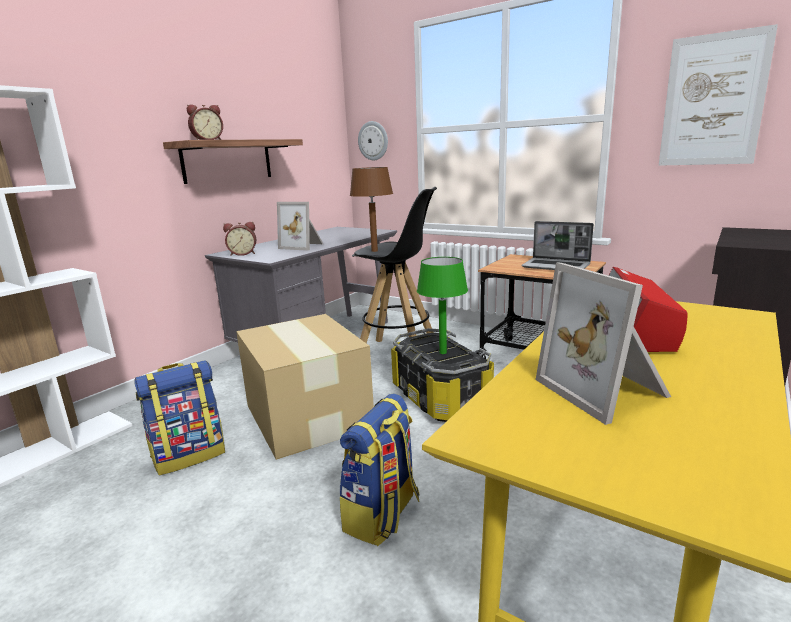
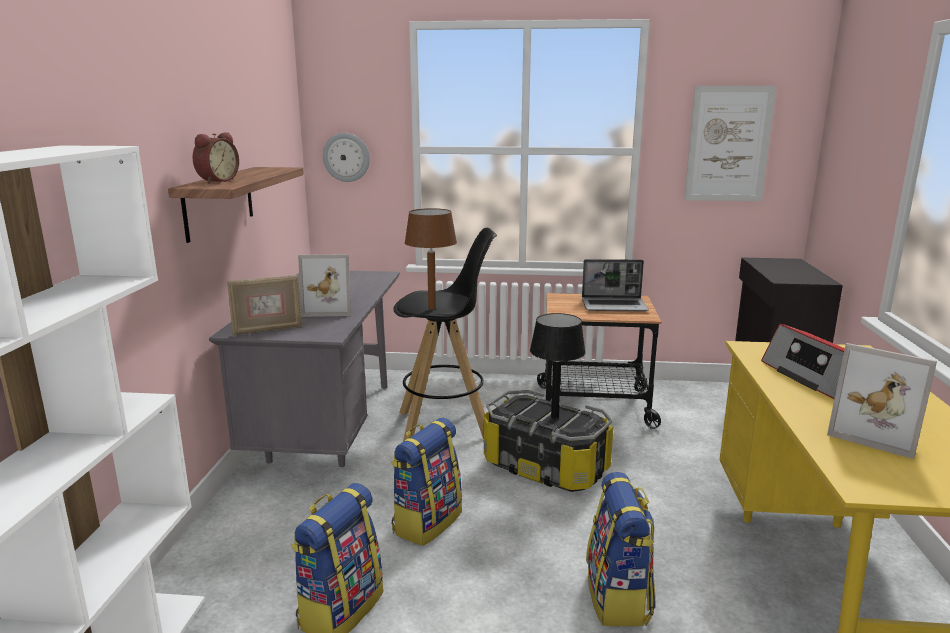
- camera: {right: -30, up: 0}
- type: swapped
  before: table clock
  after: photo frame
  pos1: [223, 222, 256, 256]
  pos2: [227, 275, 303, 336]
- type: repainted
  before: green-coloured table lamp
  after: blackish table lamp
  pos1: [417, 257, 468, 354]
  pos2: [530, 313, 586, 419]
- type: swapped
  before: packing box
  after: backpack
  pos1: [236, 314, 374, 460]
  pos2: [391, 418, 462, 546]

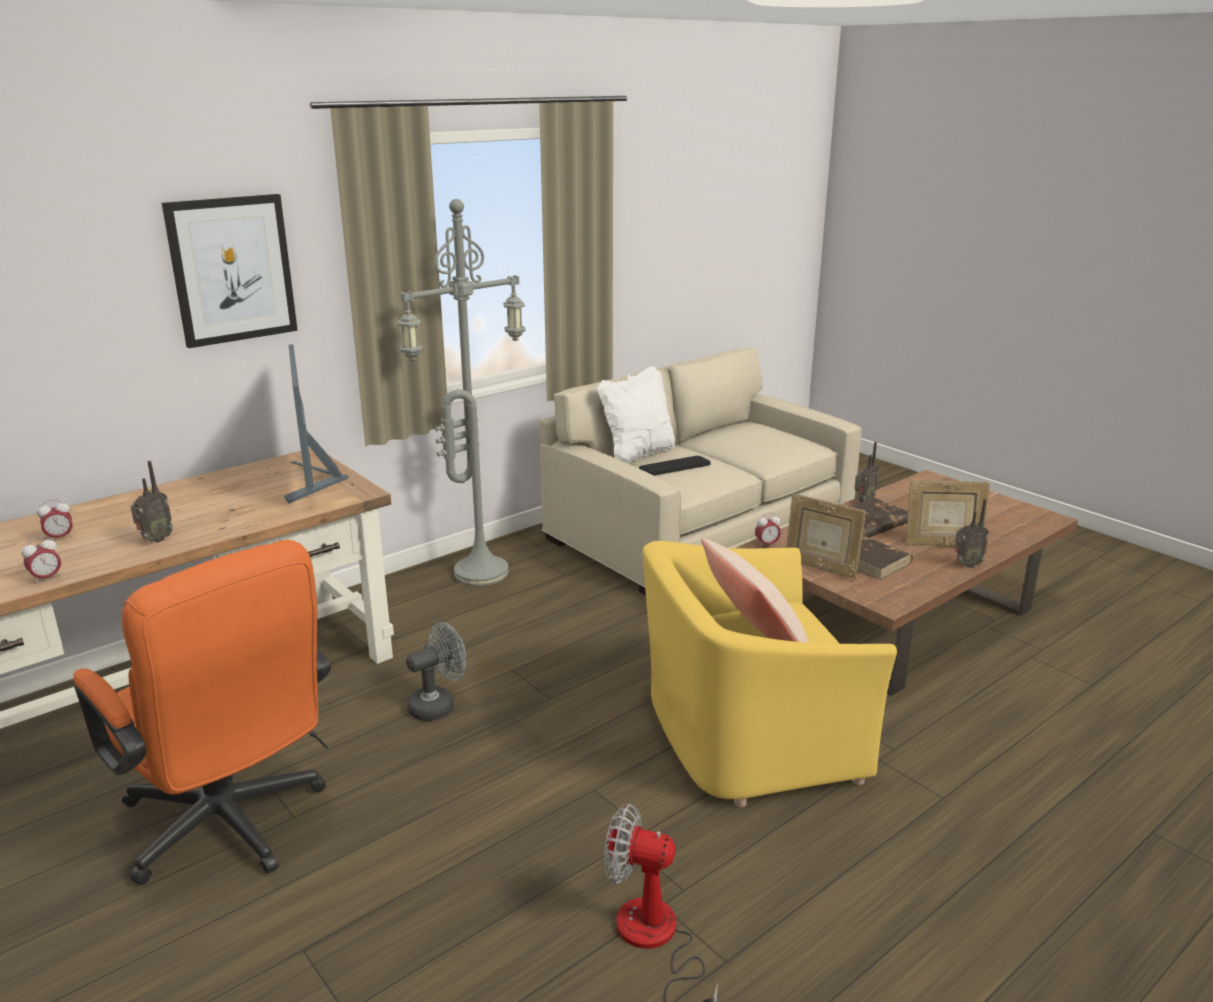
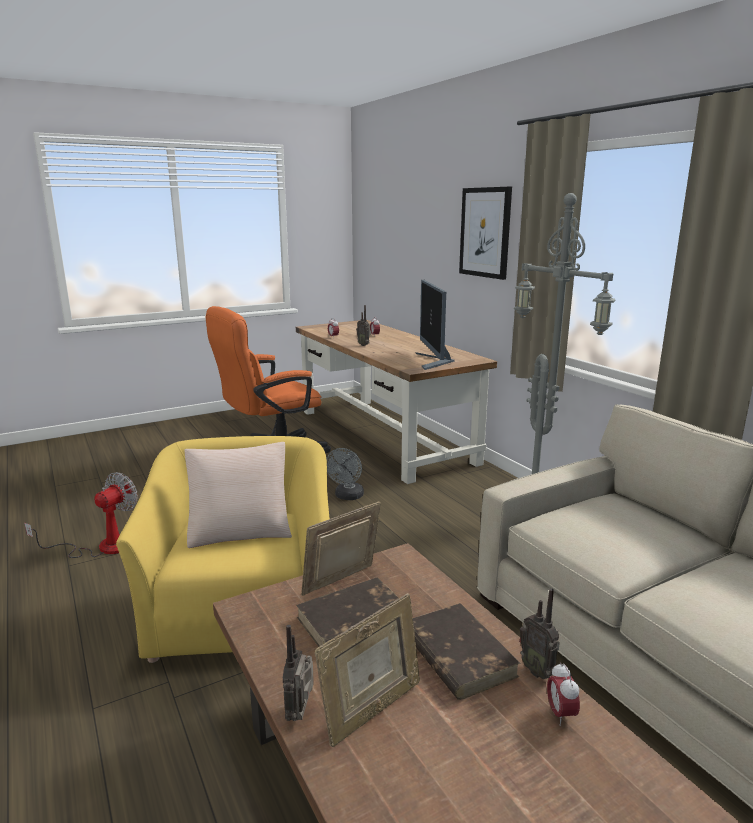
- camera: {right: 100, up: -5}
- type: rotated
  before: computer display
  pos1: [284, 344, 348, 503]
  pos2: [416, 280, 454, 370]
  turn: -90
- type: gone
  before: whitish pillow
  pos1: [598, 366, 675, 463]
- type: gone
  before: PC keyboard
  pos1: [639, 456, 711, 476]
- type: rotated
  before: photo frame
  pos1: [906, 480, 990, 547]
  pos2: [315, 593, 420, 747]
  turn: -150
- type: shifted
  before: table clock
  pos1: [755, 513, 781, 548]
  pos2: [547, 662, 580, 726]
- type: rotated
  before: gray fan
  pos1: [406, 622, 466, 721]
  pos2: [326, 448, 364, 500]
  turn: 45

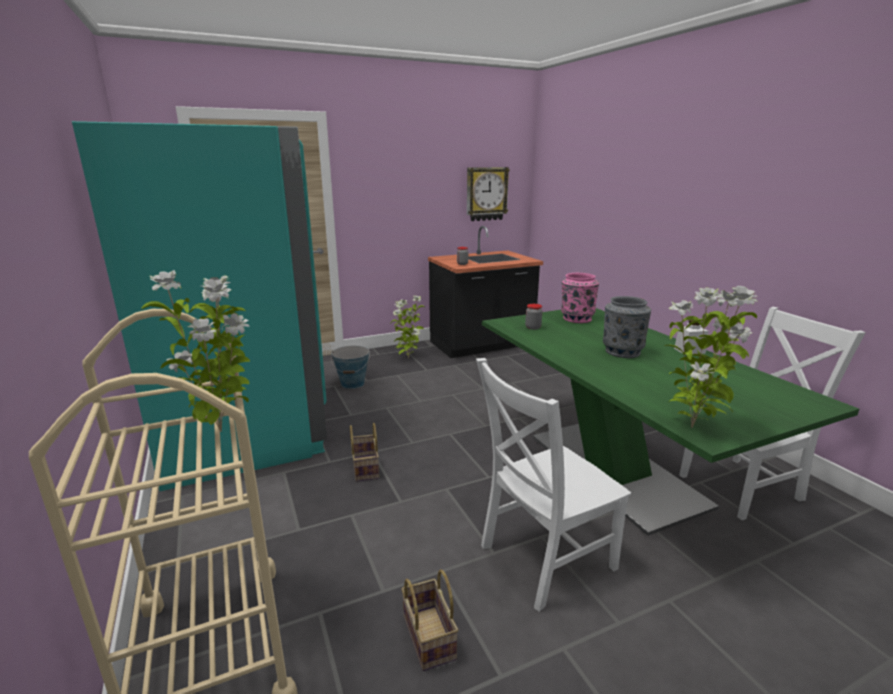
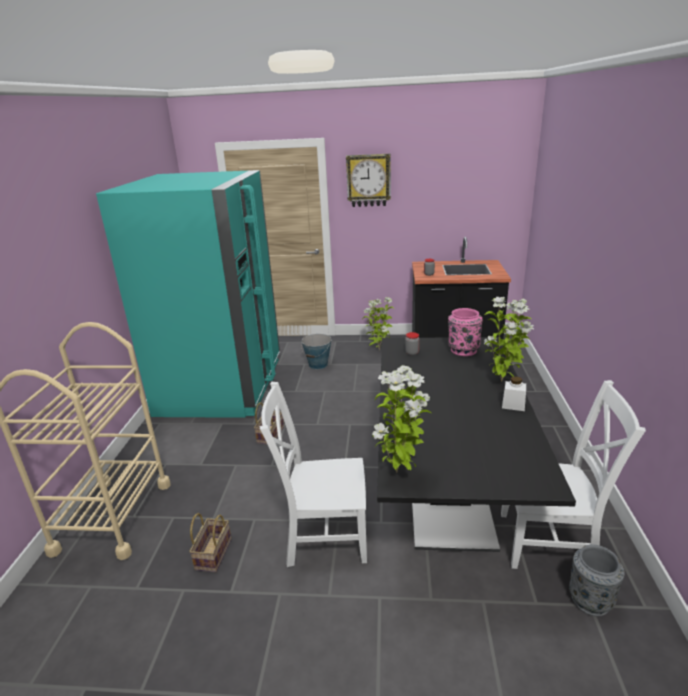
- camera: {right: 30, up: 5}
- type: shifted
  before: clock on the wall
  pos1: [467, 167, 510, 221]
  pos2: [346, 154, 391, 207]
- type: shifted
  before: plant in a pot
  pos1: [141, 270, 250, 432]
  pos2: [484, 297, 534, 382]
- type: shifted
  before: gray decorative vase
  pos1: [603, 296, 651, 358]
  pos2: [569, 544, 625, 616]
- type: repainted
  before: green-coloured dinner table
  after: blackish dinner table
  pos1: [482, 308, 859, 536]
  pos2: [377, 337, 576, 552]

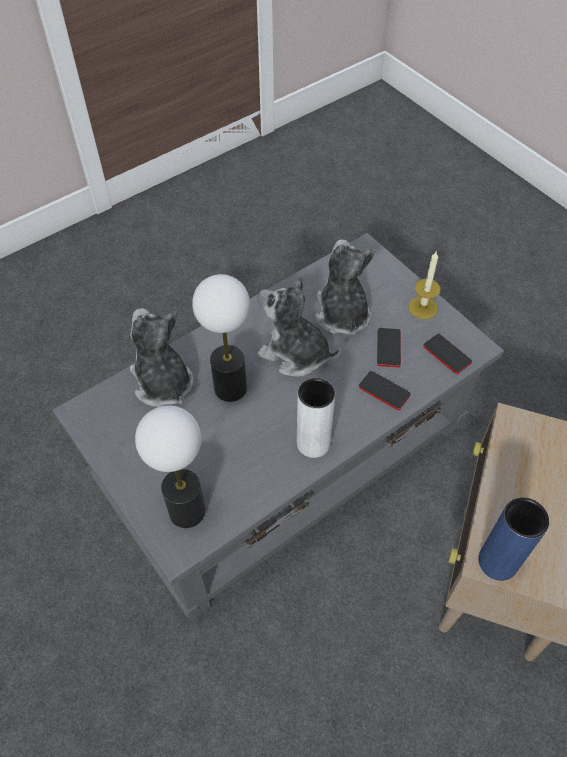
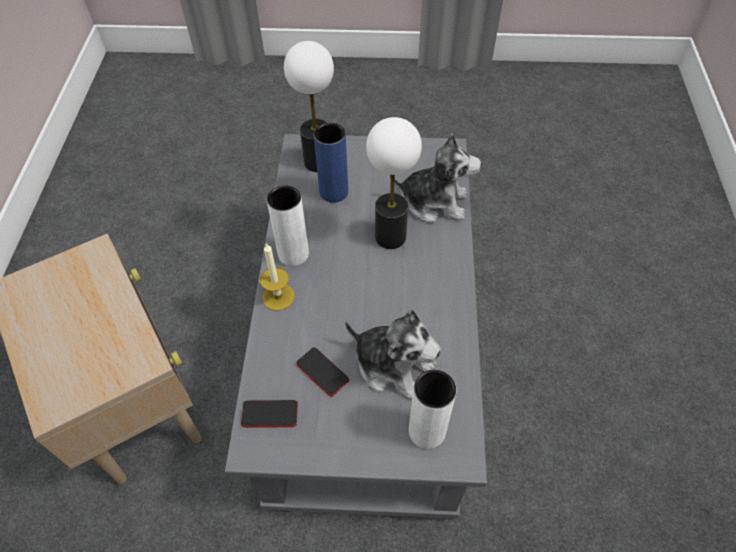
- camera: {right: 130, up: 0}
- type: shifted
  before: wax candle
  pos1: [408, 252, 441, 319]
  pos2: [260, 243, 295, 311]
- type: gone
  before: plush toy
  pos1: [257, 276, 341, 377]
- type: gone
  before: handset
  pos1: [359, 371, 411, 410]
- type: shifted
  before: blue-coloured decorative vase
  pos1: [478, 497, 549, 581]
  pos2: [314, 123, 348, 203]
- type: new
  after: whitish decorative vase
  pos2: [409, 370, 457, 449]

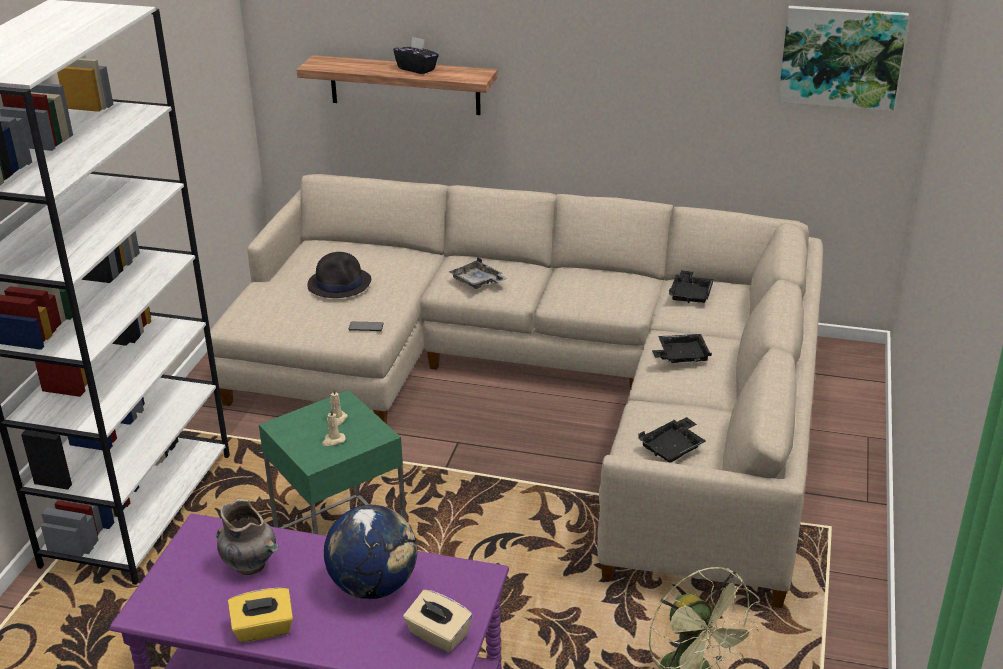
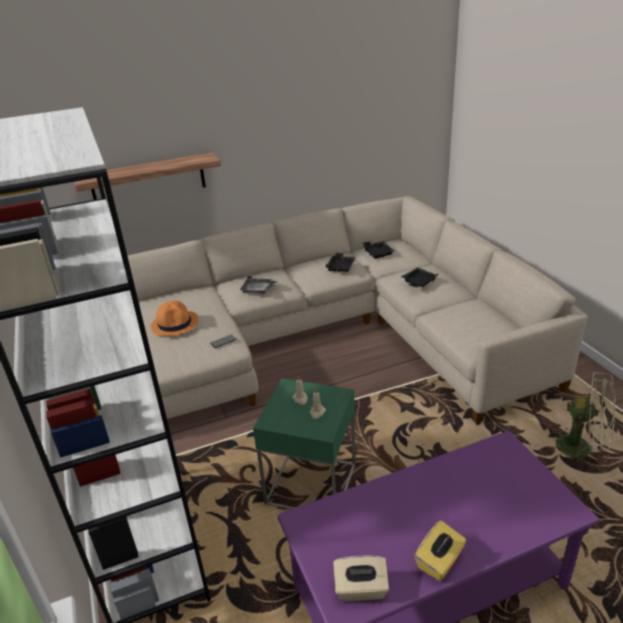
- camera: {right: -35, up: 0}
- type: gone
  before: wall art
  pos1: [778, 6, 909, 111]
- type: gone
  before: blackish tissue holder
  pos1: [393, 36, 439, 74]
- type: repainted
  before: blackish clothing hat
  after: orangey clothing hat
  pos1: [307, 252, 371, 298]
  pos2: [151, 301, 198, 336]
- type: shifted
  before: blackish carrying tray
  pos1: [638, 417, 706, 463]
  pos2: [325, 253, 356, 273]
- type: gone
  before: gray decorative vase
  pos1: [216, 499, 278, 575]
- type: gone
  before: world globe
  pos1: [324, 505, 417, 599]
- type: shifted
  before: sand-coloured tissue holder
  pos1: [403, 590, 473, 653]
  pos2: [333, 556, 389, 601]

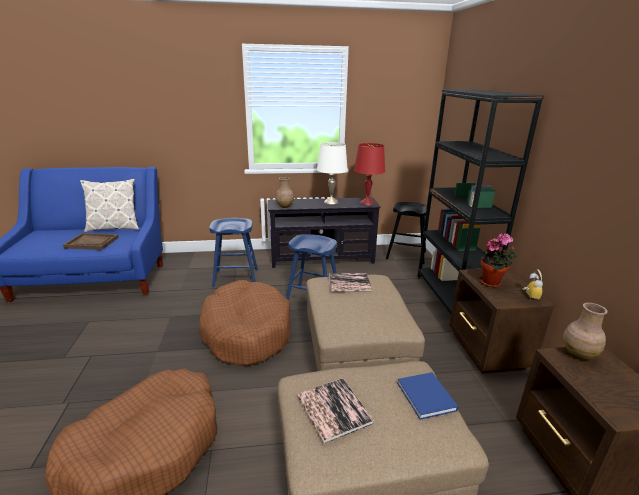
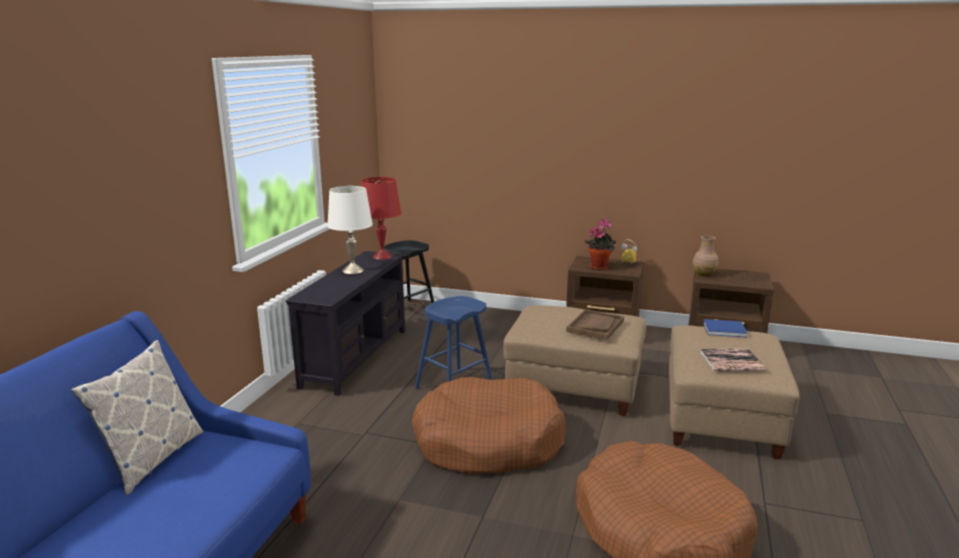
- camera: {right: -65, up: -5}
- type: gone
  before: blackish bookcase
  pos1: [417, 89, 544, 315]
- type: gone
  before: brown decorative vase
  pos1: [276, 177, 294, 208]
- type: gone
  before: blue-coloured sitting stool
  pos1: [209, 218, 258, 287]
- type: shifted
  before: brown carrying tray
  pos1: [63, 233, 119, 250]
  pos2: [566, 309, 624, 340]
- type: gone
  before: bound book
  pos1: [329, 273, 372, 292]

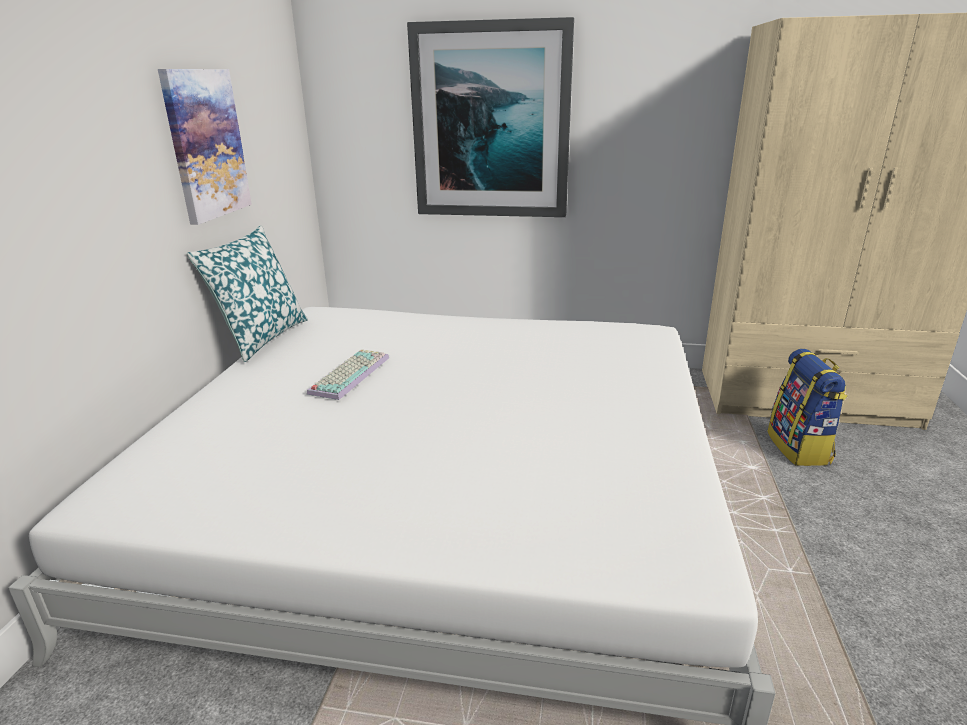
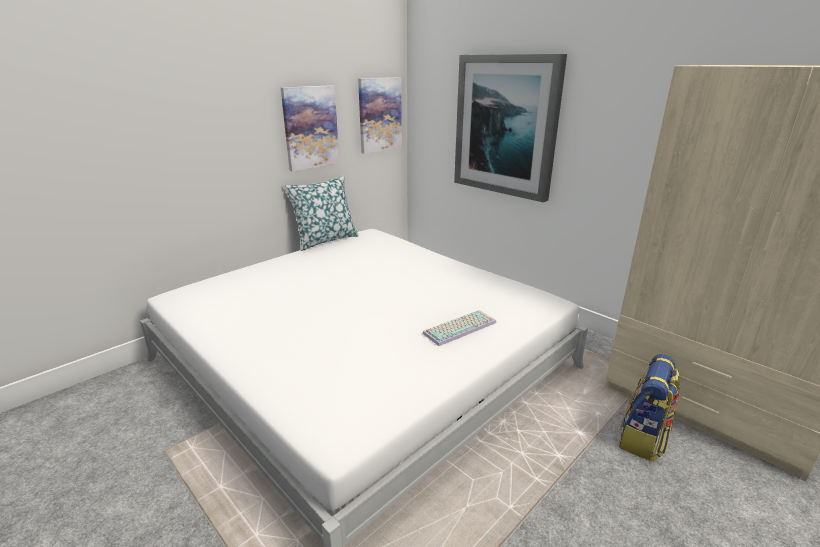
- camera: {right: 35, up: 0}
- type: shifted
  before: PC keyboard
  pos1: [307, 349, 389, 400]
  pos2: [423, 310, 496, 346]
- type: new
  after: wall art
  pos2: [358, 77, 402, 154]

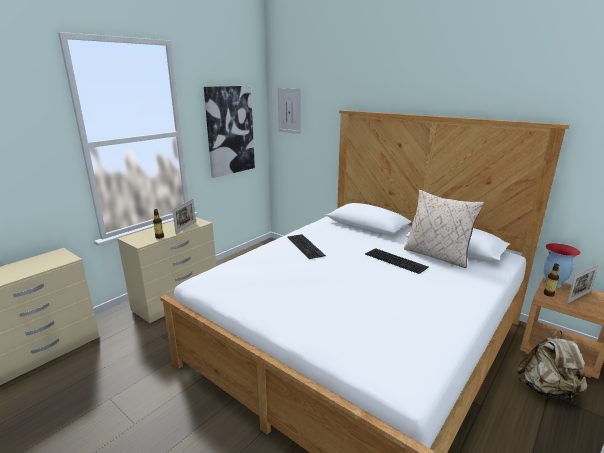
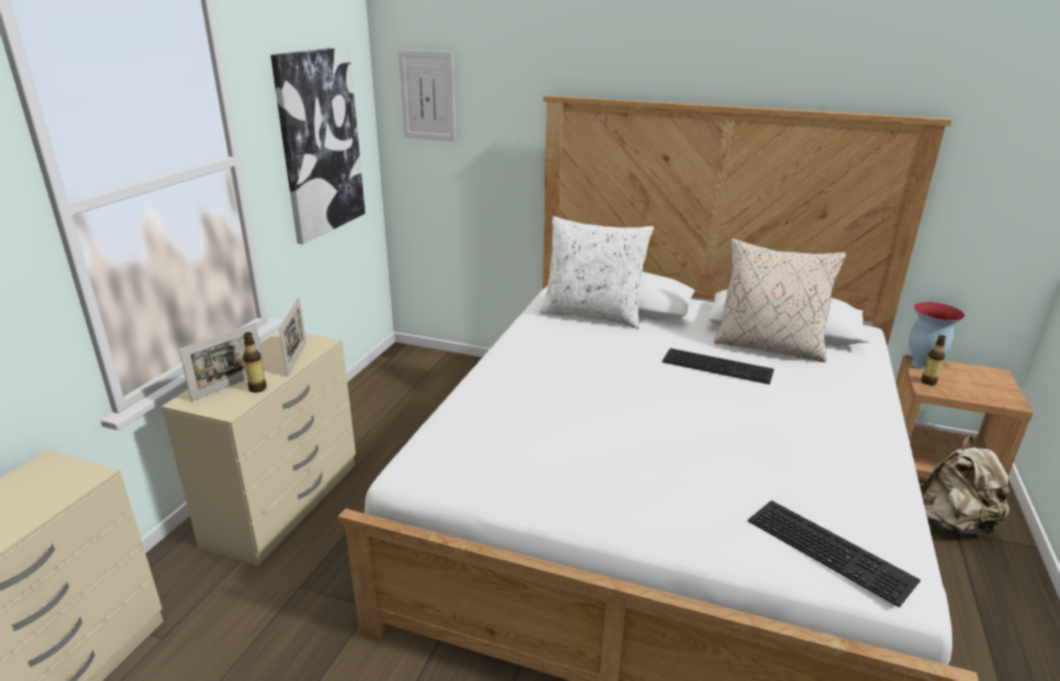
- camera: {right: -20, up: 5}
- type: shifted
  before: PC keyboard
  pos1: [287, 234, 326, 259]
  pos2: [748, 500, 920, 608]
- type: shifted
  before: photo frame
  pos1: [567, 264, 599, 303]
  pos2: [179, 323, 265, 401]
- type: new
  after: whitish pillow
  pos2: [540, 216, 654, 329]

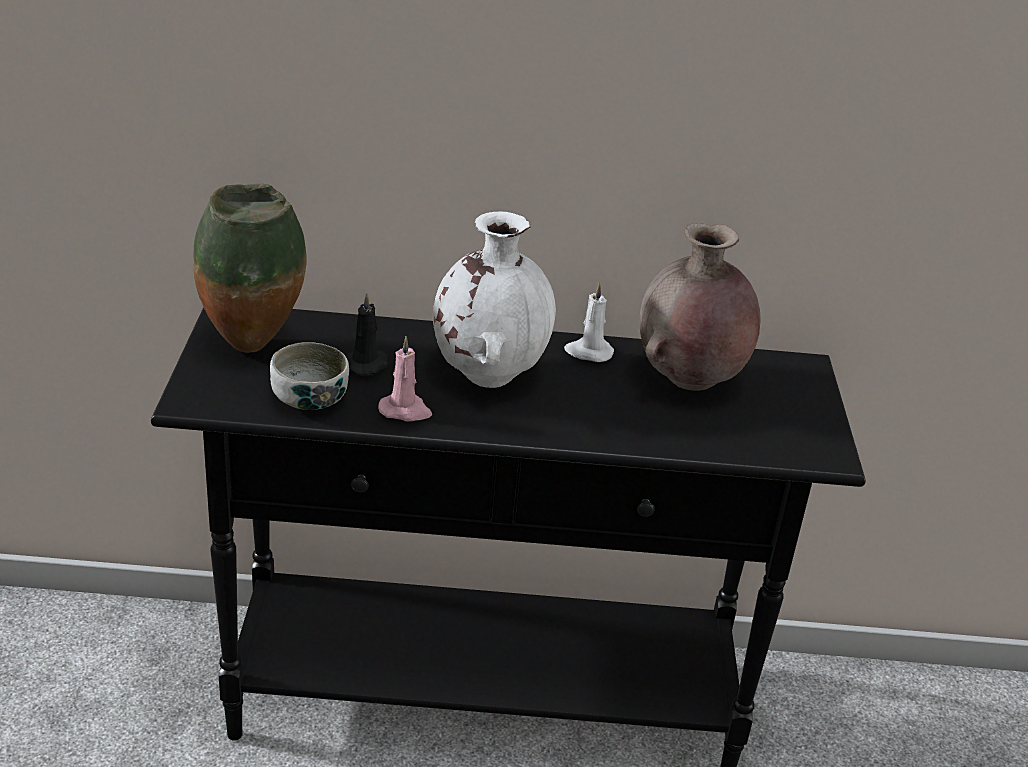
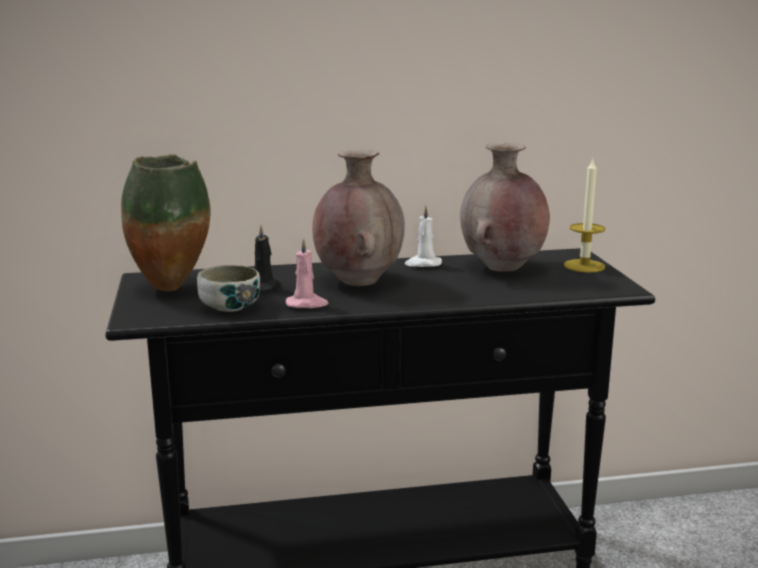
- camera: {right: -10, up: -15}
- type: repainted
  before: whitish decorative vase
  after: brown decorative vase
  pos1: [433, 212, 556, 388]
  pos2: [312, 150, 405, 286]
- type: new
  after: wax candle
  pos2: [564, 159, 605, 273]

